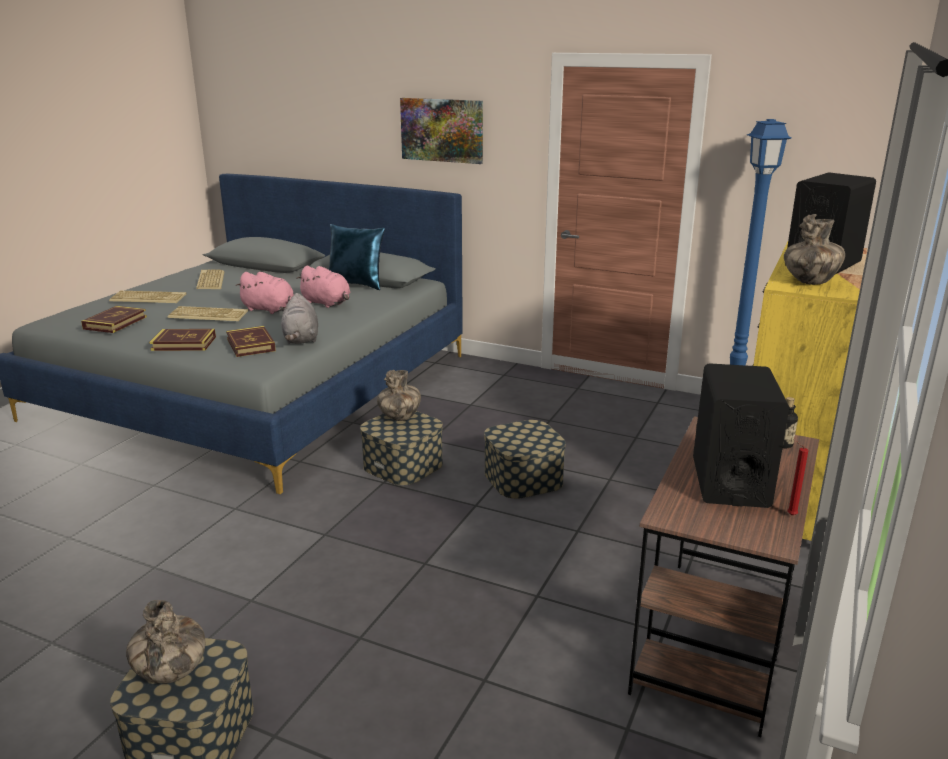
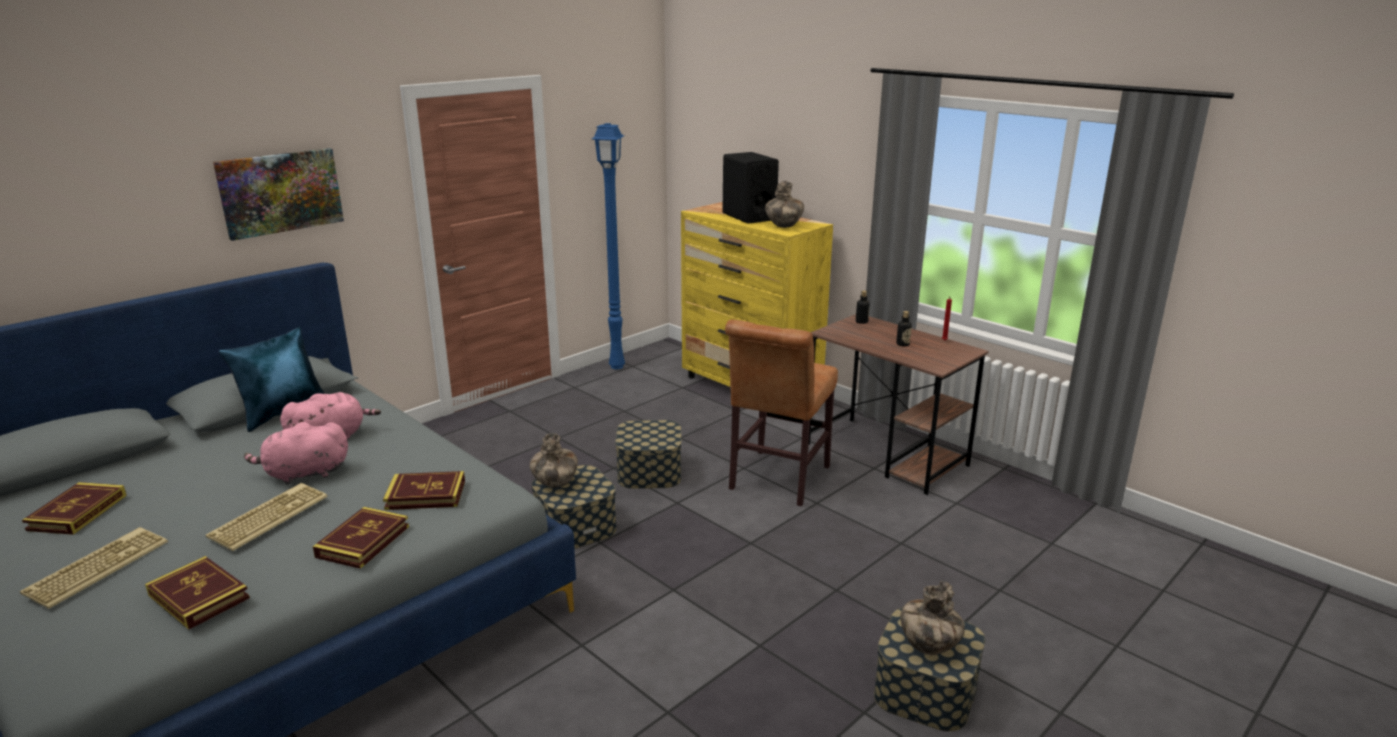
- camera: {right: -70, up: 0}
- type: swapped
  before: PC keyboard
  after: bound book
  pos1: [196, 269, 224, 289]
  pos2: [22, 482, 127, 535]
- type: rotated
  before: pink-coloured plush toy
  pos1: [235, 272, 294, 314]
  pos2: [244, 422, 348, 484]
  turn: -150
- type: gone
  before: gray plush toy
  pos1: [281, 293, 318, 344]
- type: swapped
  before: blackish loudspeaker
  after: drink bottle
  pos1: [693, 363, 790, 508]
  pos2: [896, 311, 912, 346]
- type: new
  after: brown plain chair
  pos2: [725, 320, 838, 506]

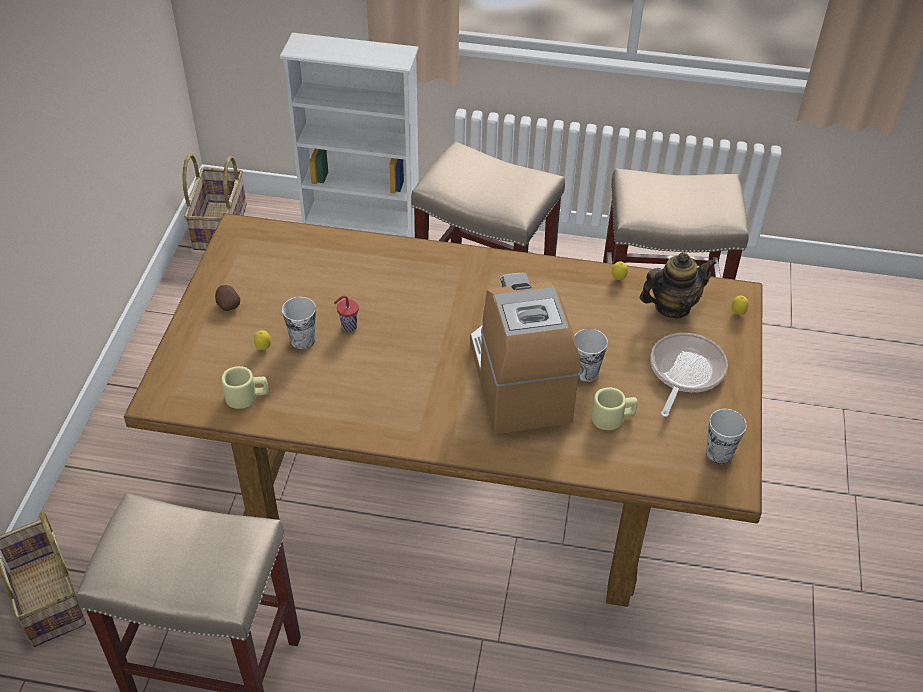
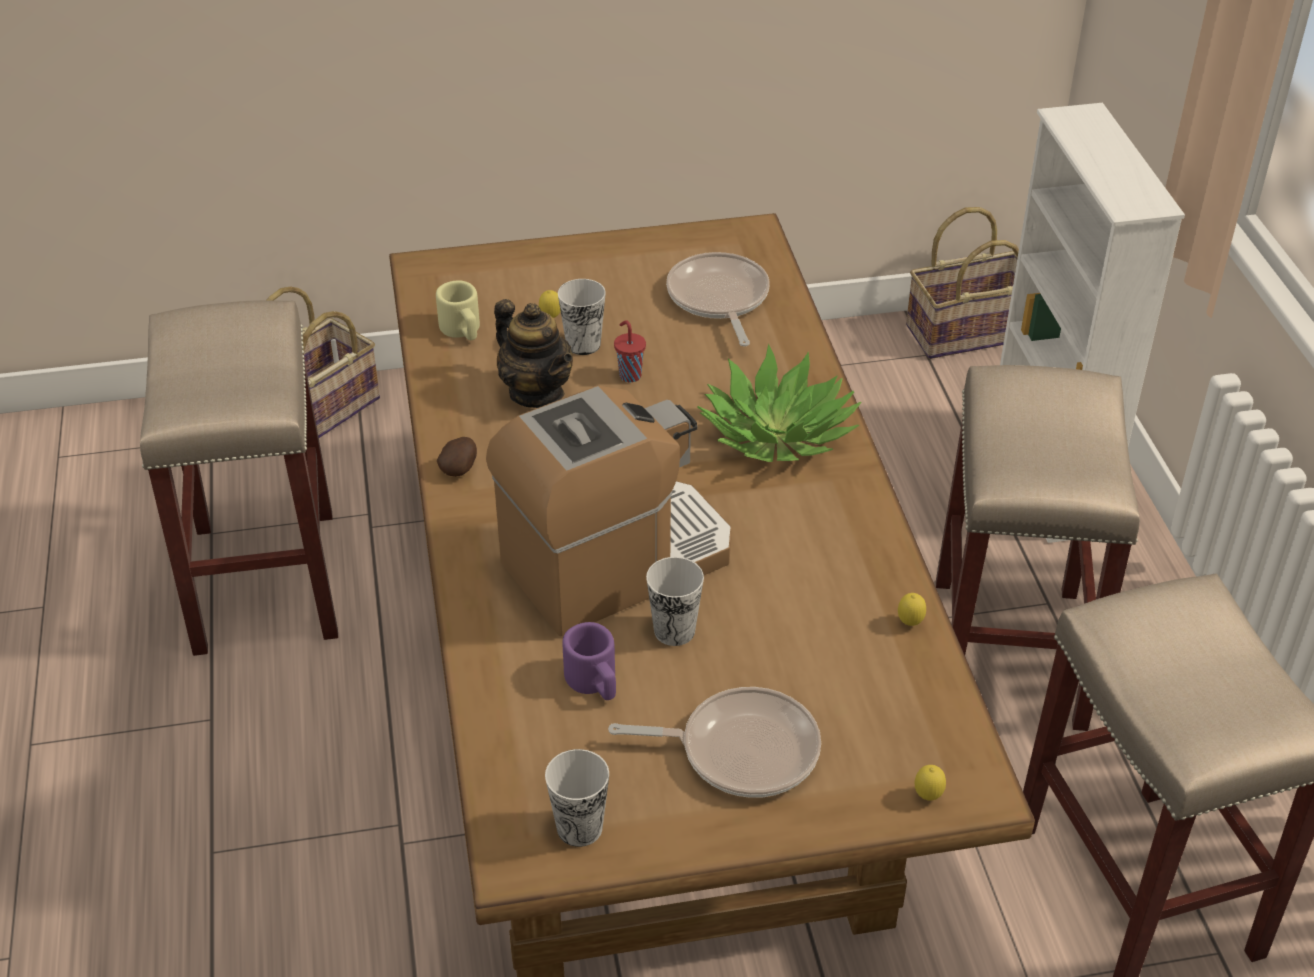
- camera: {right: 70, up: -5}
- type: shifted
  before: teapot
  pos1: [640, 252, 717, 318]
  pos2: [494, 299, 573, 408]
- type: shifted
  before: spud
  pos1: [215, 285, 240, 311]
  pos2: [437, 437, 477, 477]
- type: repainted
  before: sand-coloured tea mug
  after: purplish tea mug
  pos1: [591, 387, 638, 430]
  pos2: [562, 622, 616, 700]
- type: new
  after: frying pan
  pos2: [666, 252, 770, 346]
- type: new
  after: plant in a pot
  pos2: [698, 344, 862, 462]

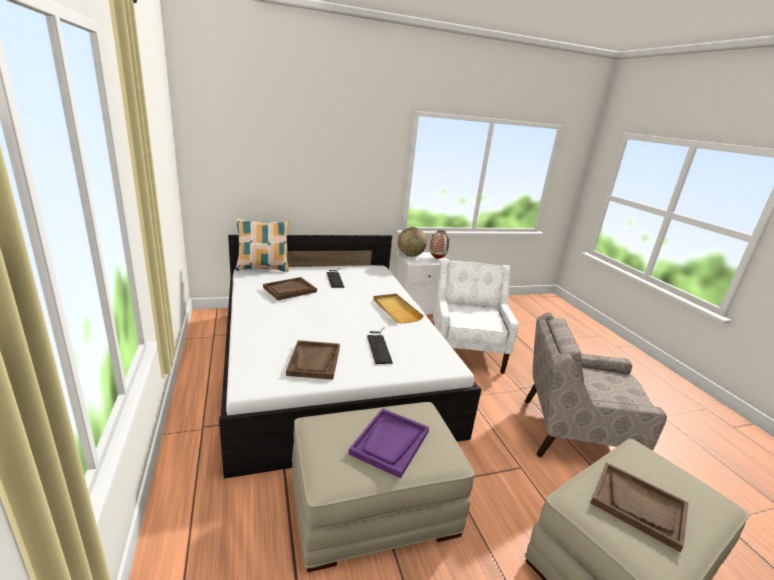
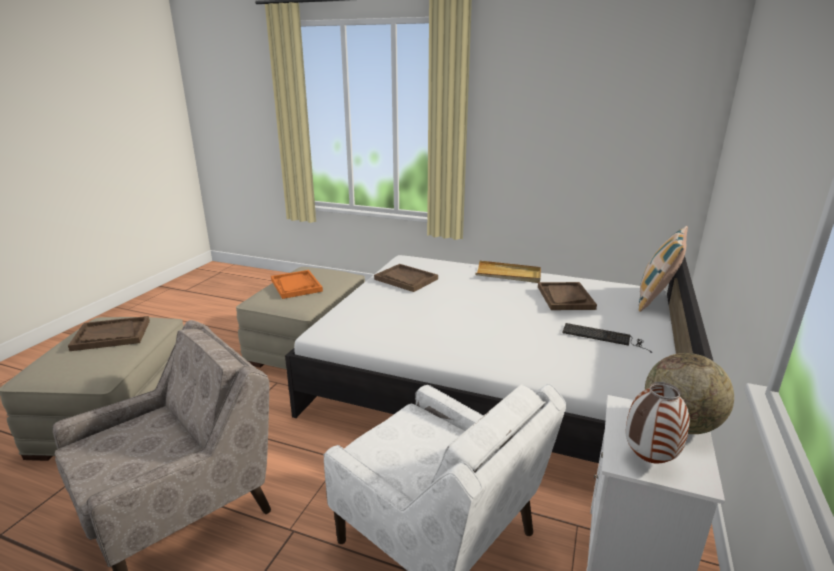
- camera: {right: 130, up: 0}
- type: shifted
  before: sand-coloured carrying tray
  pos1: [373, 294, 424, 324]
  pos2: [475, 260, 541, 283]
- type: gone
  before: PC keyboard
  pos1: [367, 328, 393, 364]
- type: repainted
  before: purplish carrying tray
  after: orangey carrying tray
  pos1: [349, 408, 429, 478]
  pos2: [271, 270, 323, 299]

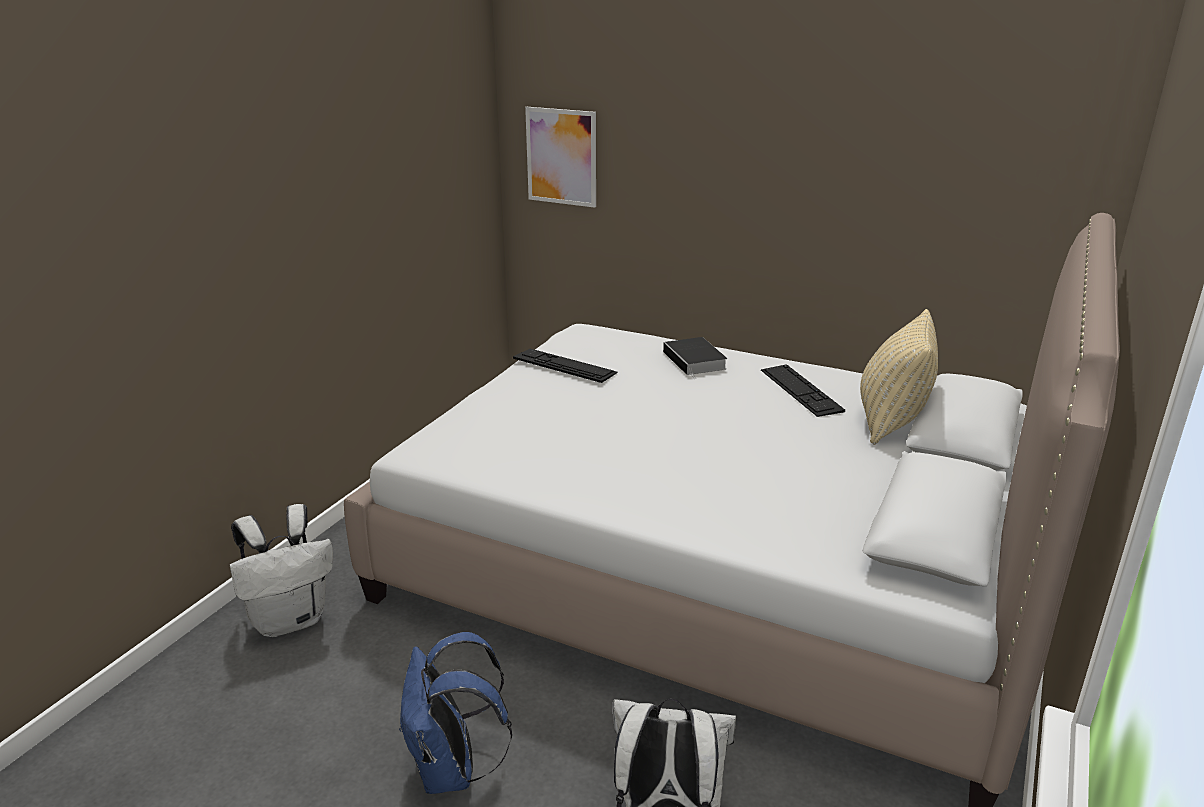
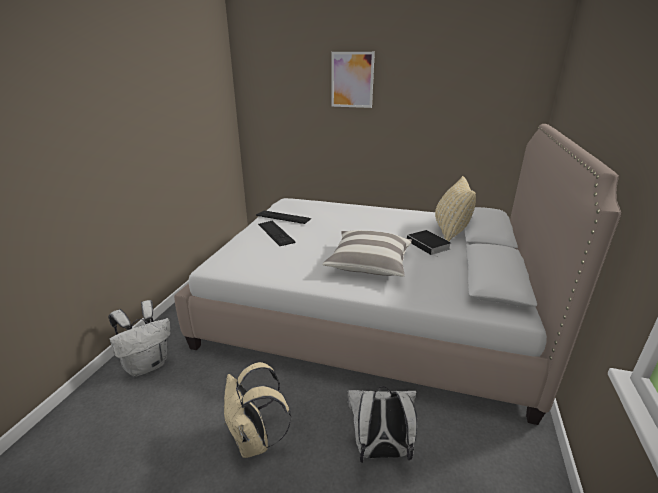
- camera: {right: -10, up: 0}
- type: shifted
  before: wall art
  pos1: [525, 107, 596, 208]
  pos2: [331, 52, 375, 108]
- type: shifted
  before: bound book
  pos1: [663, 337, 727, 379]
  pos2: [407, 230, 451, 258]
- type: shifted
  before: PC keyboard
  pos1: [761, 364, 845, 417]
  pos2: [258, 221, 296, 246]
- type: repainted
  before: blue-coloured backpack
  after: sand-coloured backpack
  pos1: [399, 632, 512, 794]
  pos2: [224, 362, 291, 458]
- type: new
  after: pillow
  pos2: [323, 230, 412, 276]

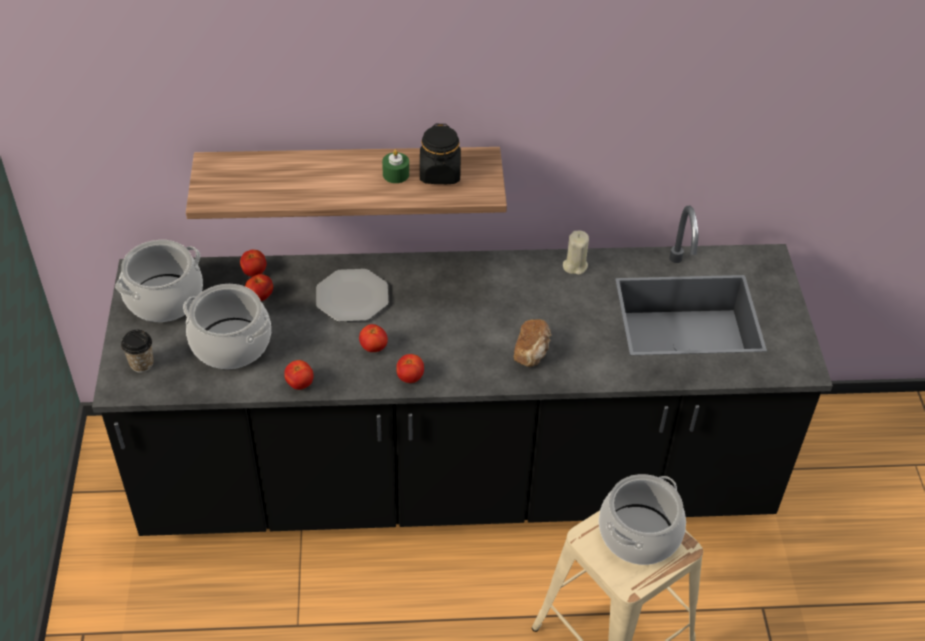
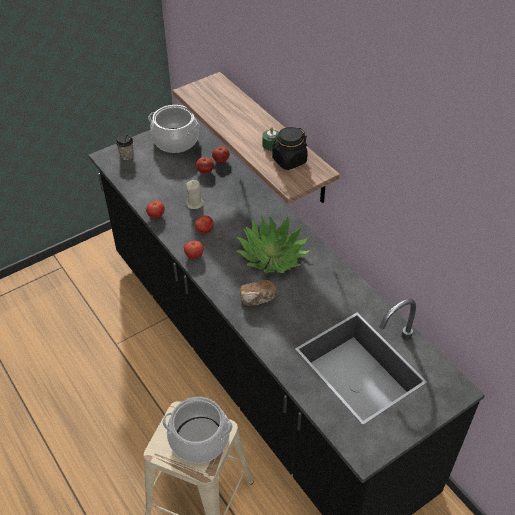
- camera: {right: 60, up: 0}
- type: shifted
  before: sand-coloured wax candle
  pos1: [563, 231, 589, 275]
  pos2: [186, 180, 204, 209]
- type: gone
  before: flat dish
  pos1: [316, 269, 388, 322]
- type: gone
  before: stockpot
  pos1: [183, 284, 271, 369]
- type: new
  after: plant in a pot
  pos2: [236, 215, 311, 273]

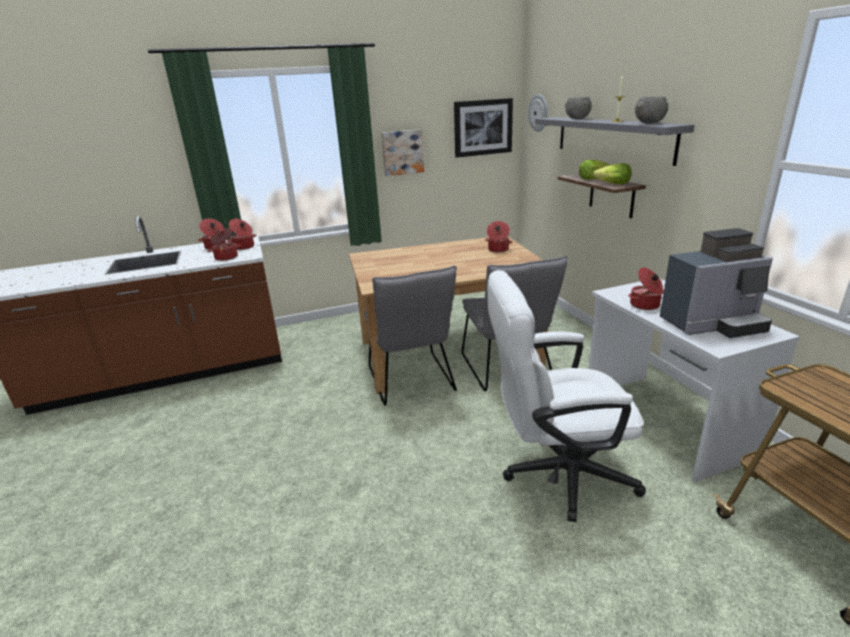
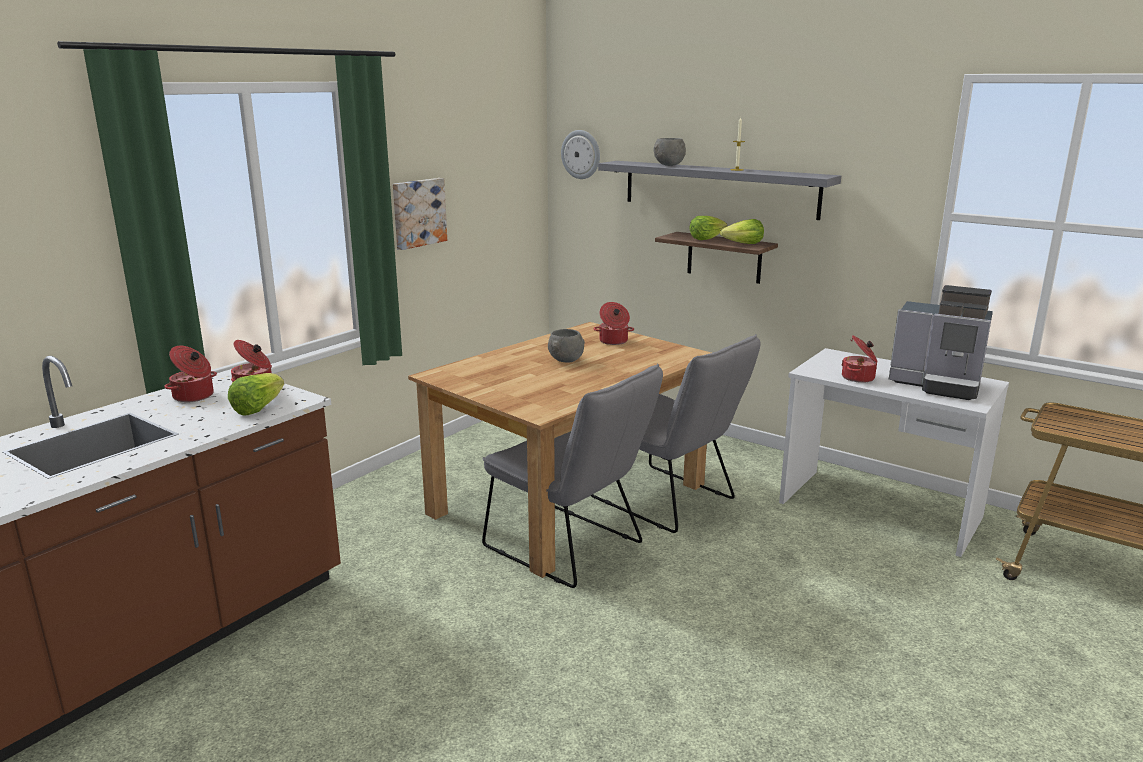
- camera: {right: -35, up: -5}
- type: shifted
  before: gray serving bowl
  pos1: [635, 96, 668, 124]
  pos2: [548, 329, 585, 363]
- type: gone
  before: wall art
  pos1: [454, 98, 513, 158]
- type: swapped
  before: stockpot
  after: head of lettuce
  pos1: [207, 228, 241, 261]
  pos2: [228, 373, 284, 416]
- type: rotated
  before: coffee machine
  pos1: [660, 228, 773, 338]
  pos2: [889, 285, 993, 400]
  turn: 75
- type: gone
  before: whitish computer chair
  pos1: [487, 270, 646, 522]

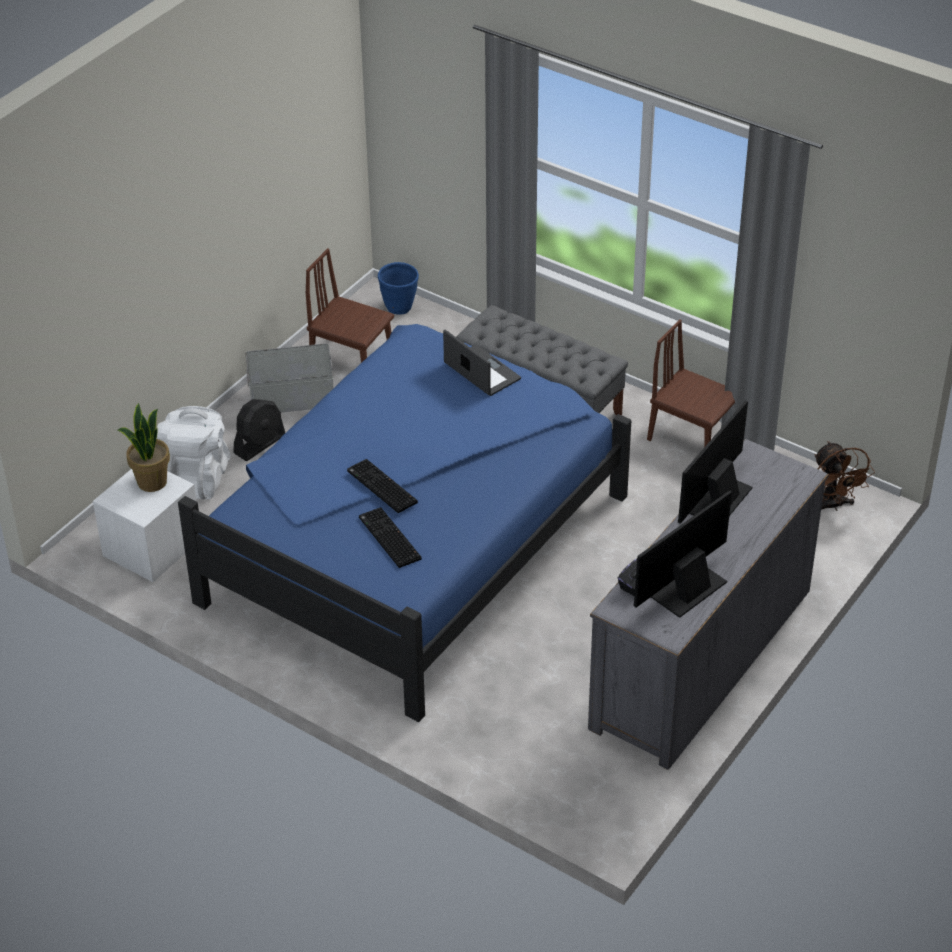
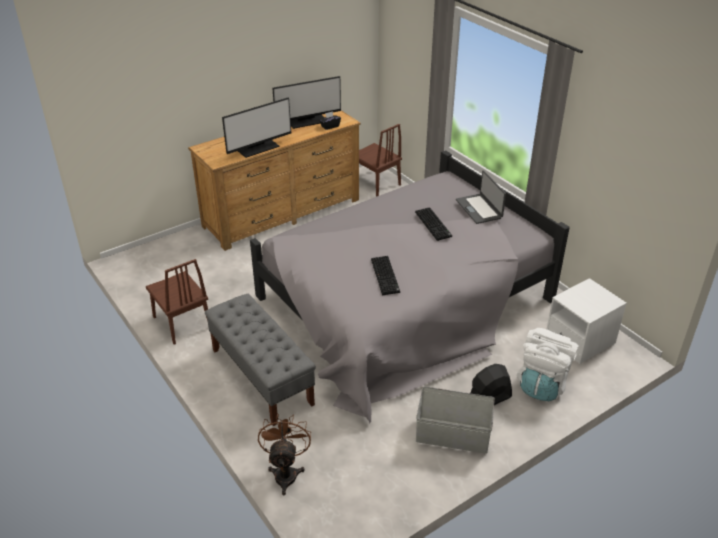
- camera: {right: -160, up: -5}
- type: shifted
  before: brown plain chair
  pos1: [306, 248, 394, 363]
  pos2: [359, 124, 402, 196]
- type: gone
  before: blue-coloured plant pot
  pos1: [378, 262, 419, 315]
- type: repainted
  before: blue-coloured sleeping bed
  after: gray sleeping bed
  pos1: [178, 324, 631, 722]
  pos2: [250, 150, 570, 424]
- type: shifted
  before: notebook computer
  pos1: [443, 330, 521, 396]
  pos2: [456, 171, 506, 224]
- type: gone
  before: plant in a pot
  pos1: [118, 403, 170, 492]
- type: repainted
  before: gray chest of drawers
  after: brown chest of drawers
  pos1: [588, 439, 829, 770]
  pos2: [188, 110, 361, 251]
- type: shifted
  before: brown fan
  pos1: [814, 441, 875, 511]
  pos2: [258, 414, 311, 496]
- type: shifted
  before: PC keyboard
  pos1: [359, 507, 422, 568]
  pos2: [371, 256, 400, 295]

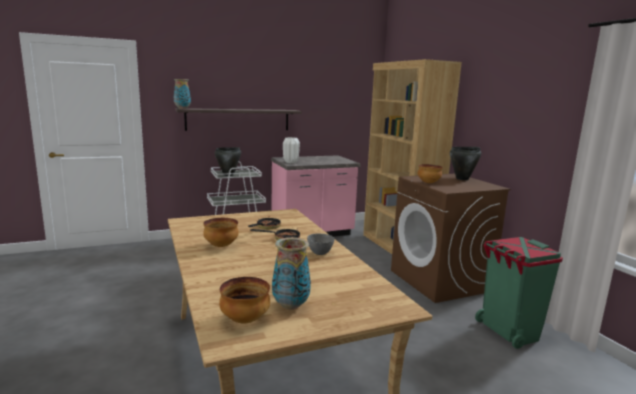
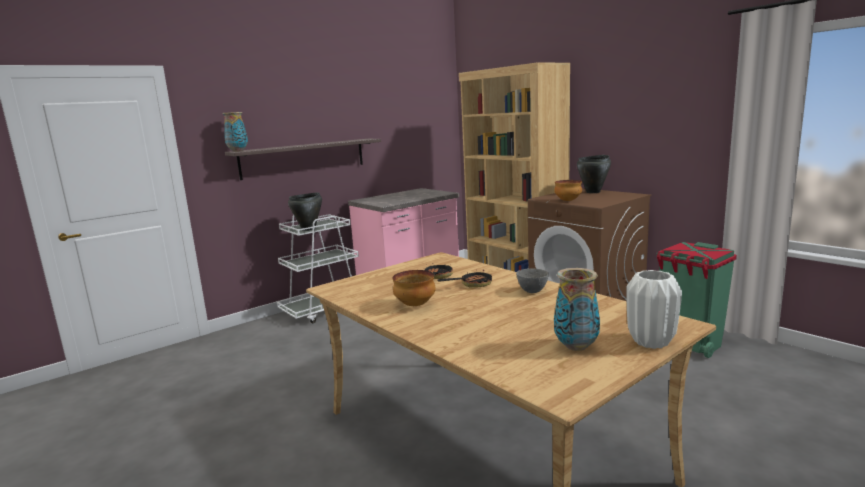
- camera: {right: -15, up: 0}
- type: shifted
  before: whitish decorative vase
  pos1: [283, 137, 300, 163]
  pos2: [626, 270, 682, 349]
- type: gone
  before: serving bowl
  pos1: [219, 277, 270, 323]

